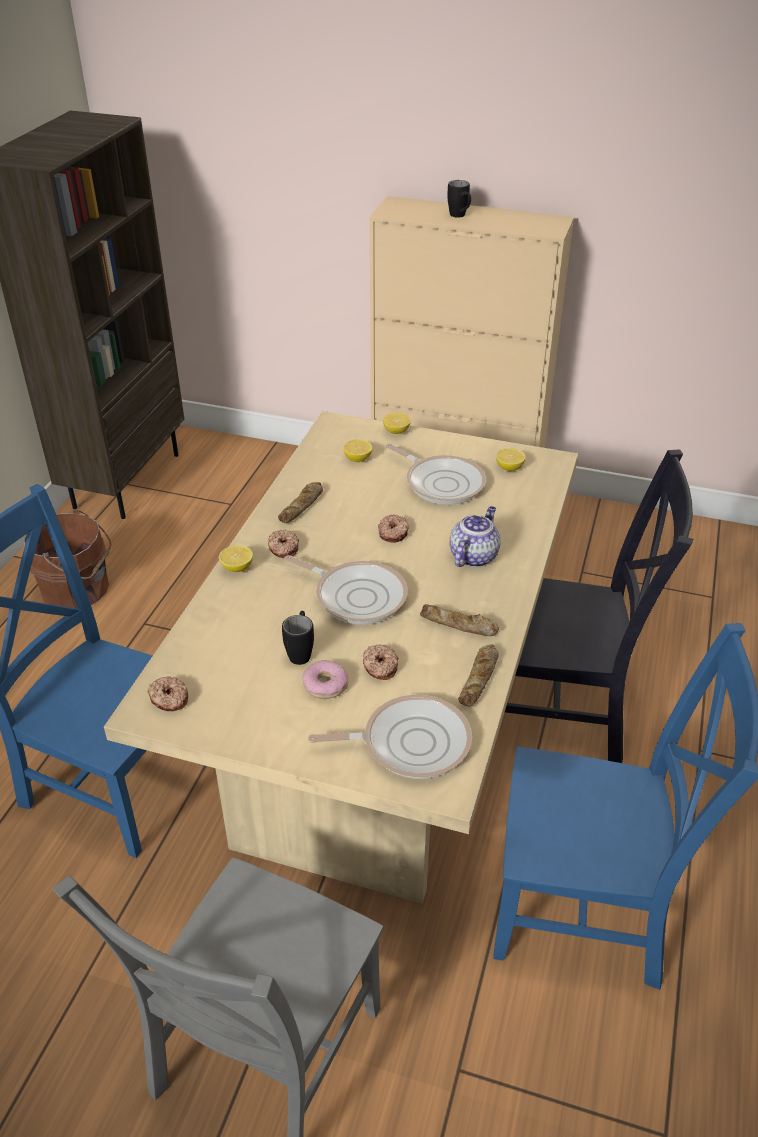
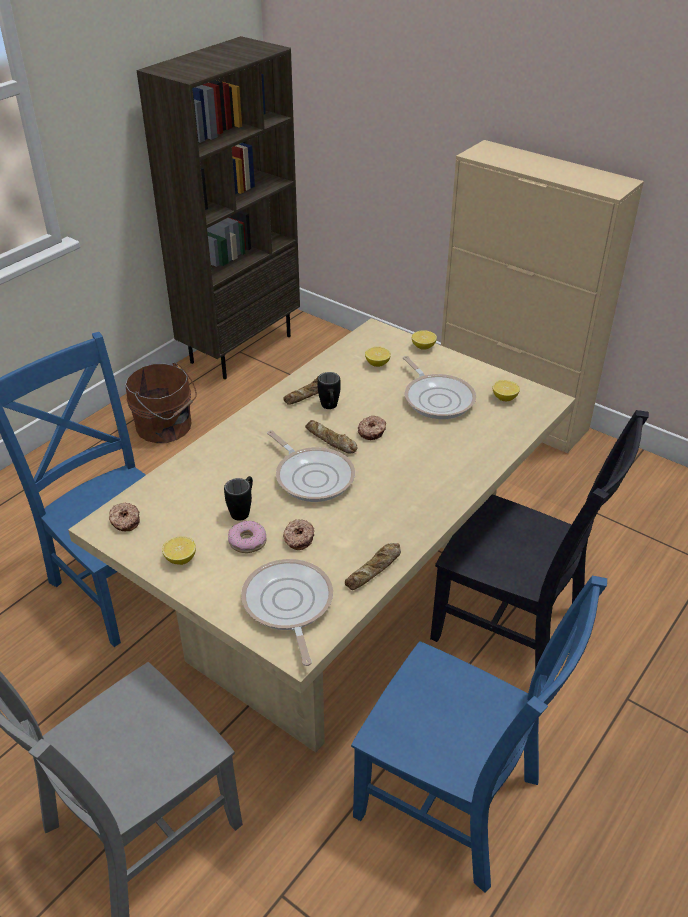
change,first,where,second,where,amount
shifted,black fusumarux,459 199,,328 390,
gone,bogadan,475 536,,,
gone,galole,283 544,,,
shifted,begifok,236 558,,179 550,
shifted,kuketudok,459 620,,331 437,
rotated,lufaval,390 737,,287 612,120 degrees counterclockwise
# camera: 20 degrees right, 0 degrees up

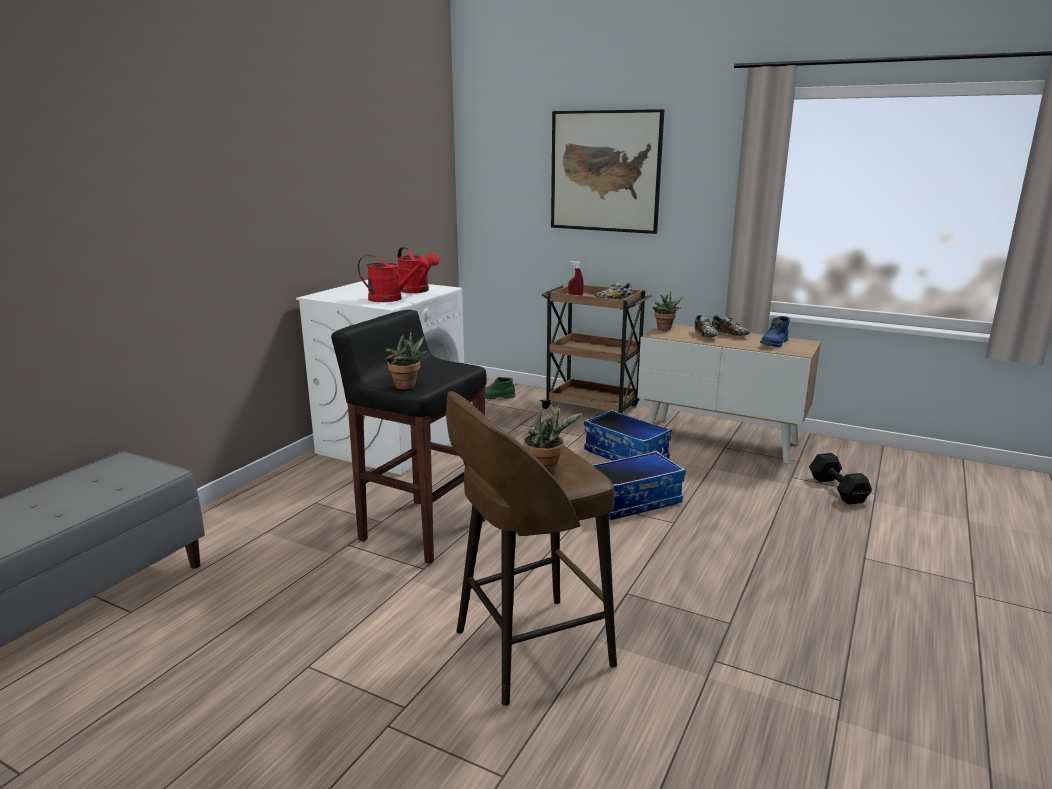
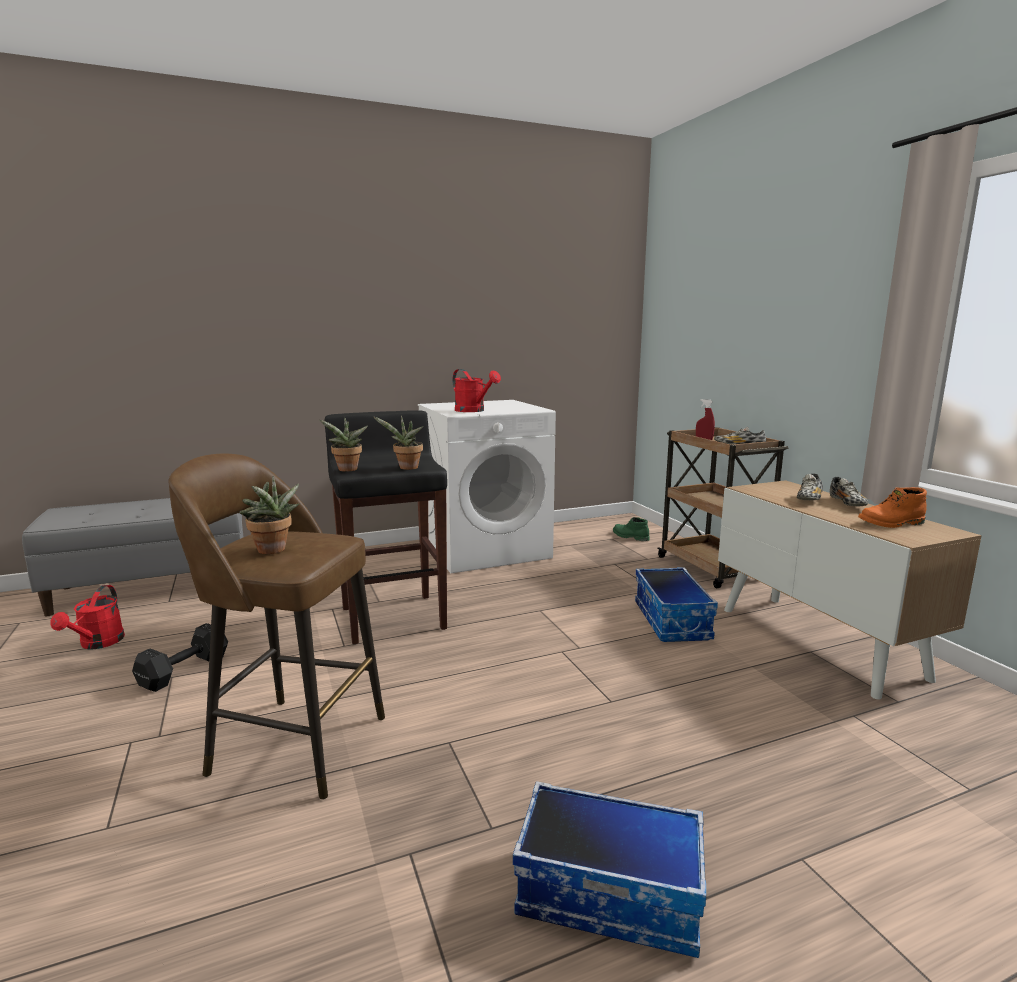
change,first,where,second,where,amount
gone,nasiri,607 171,,,
shifted,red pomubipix,418 270,,87 617,
shifted,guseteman,668 311,,398 442,
repainted,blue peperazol,775 331,orange peperazol,892 507,
shifted,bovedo,639 485,,609 869,
shifted,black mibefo,840 478,,180 657,
# camera: 40 degrees right, 5 degrees down

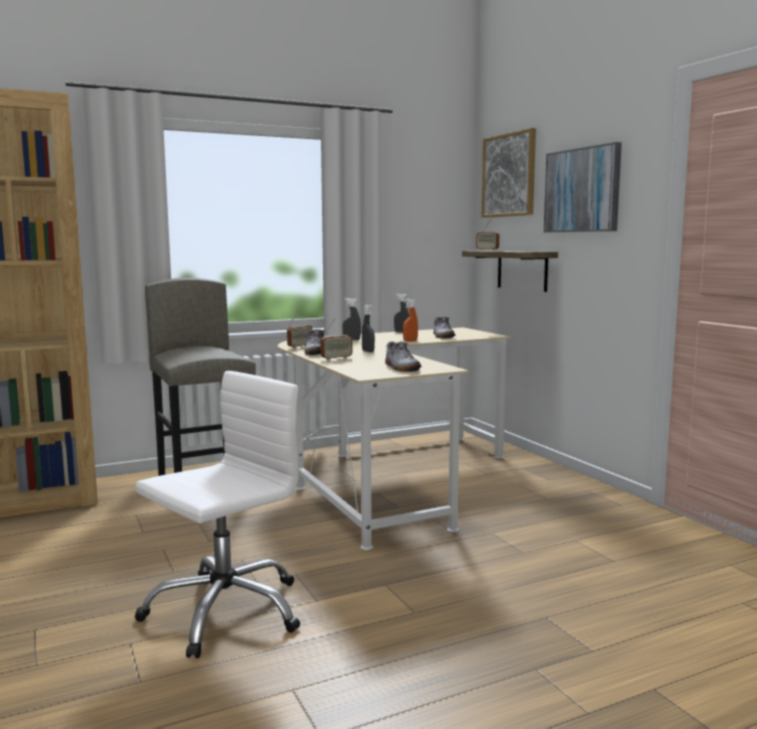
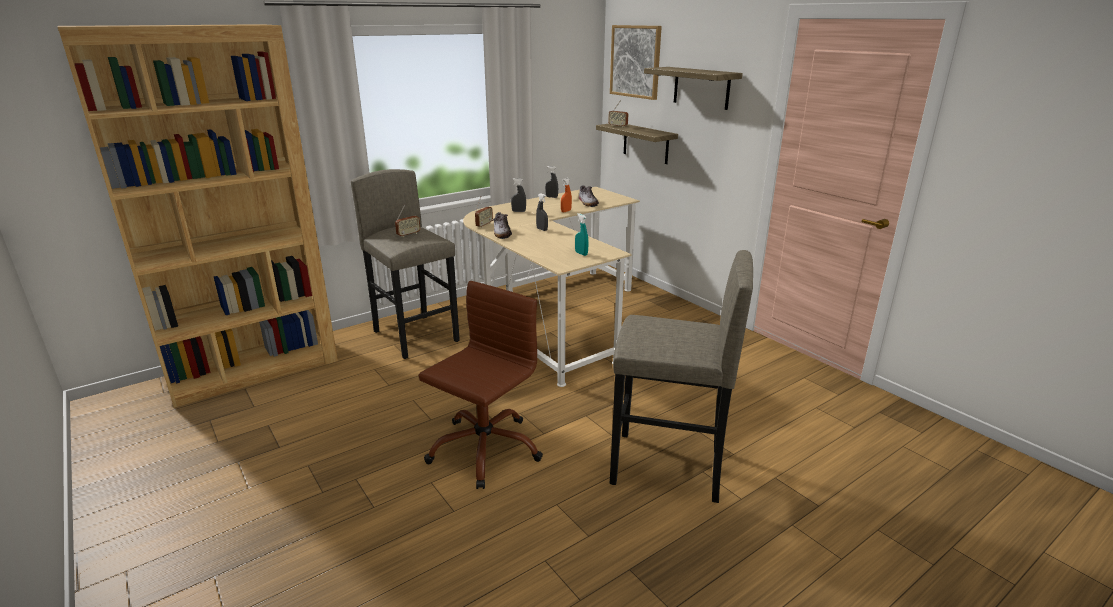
change,first,where,second,where,amount
swapped,nasiri,583 187,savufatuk,693 88,
shifted,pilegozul,336 339,,408 220,
swapped,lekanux,403 356,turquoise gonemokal,581 234,
repainted,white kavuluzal,217 514,brown kavuluzal,481 385,
new,,,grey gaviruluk,681 376,
# camera: 10 degrees left, 15 degrees up

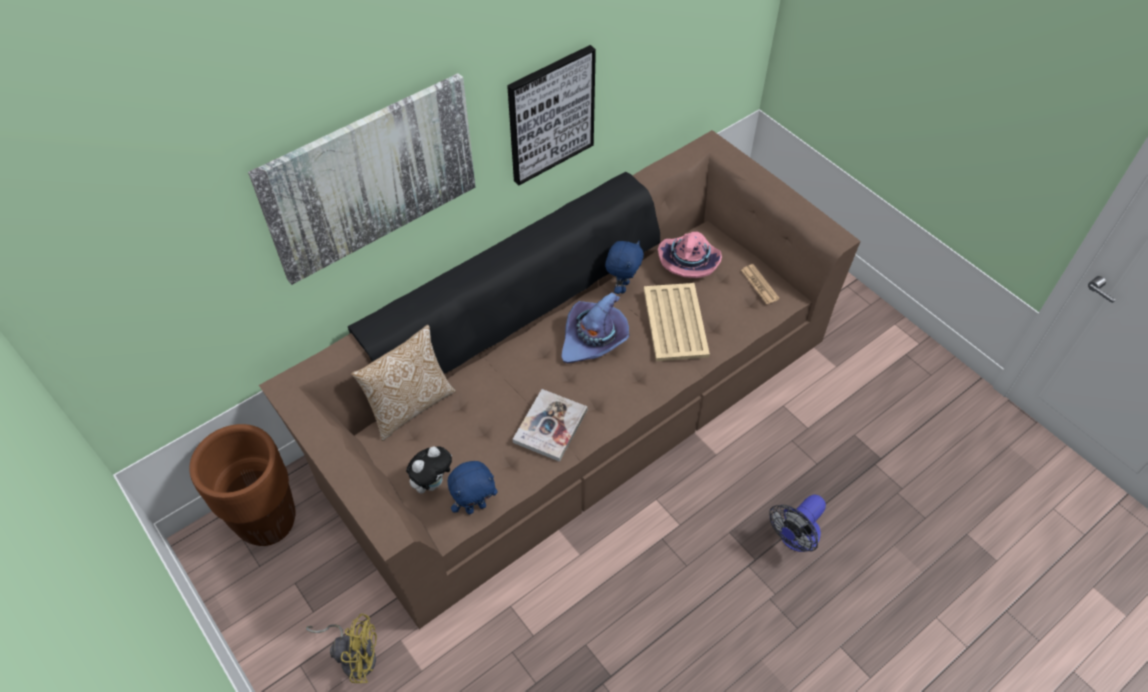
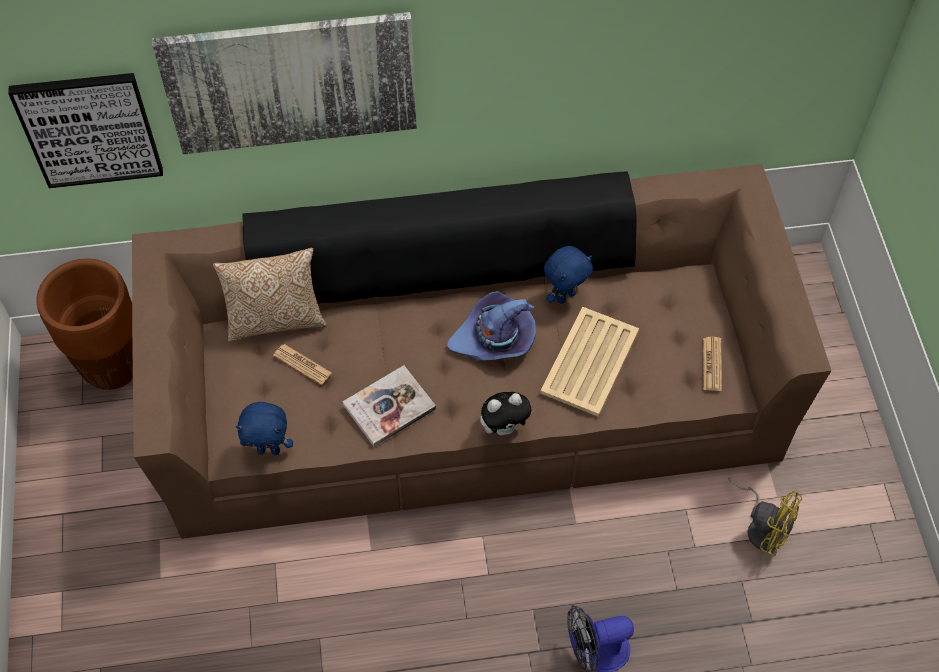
change,first,where,second,where,amount
shifted,nasiri,551 115,,85 130,
gone,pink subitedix,690 255,,,
shifted,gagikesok,429 469,,507 413,
shifted,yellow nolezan,341 648,,765 517,
new,,,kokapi,302 364,
# camera: 30 degrees right, 5 degrees up

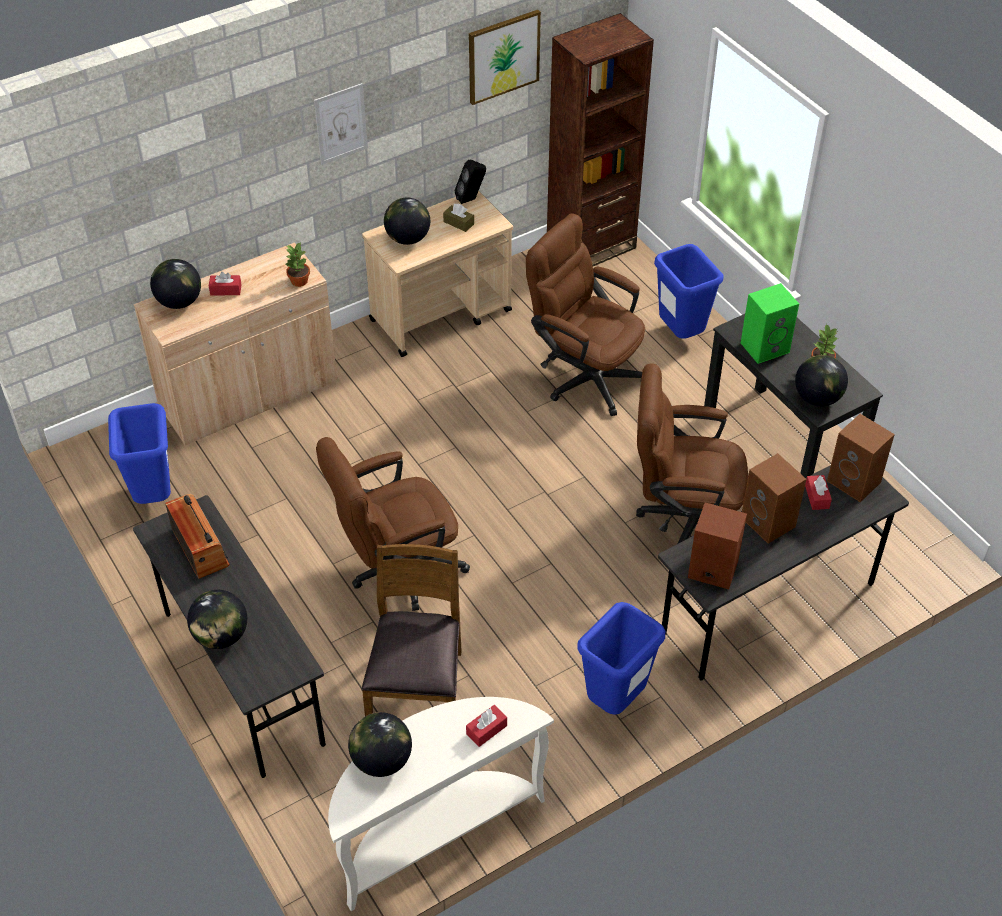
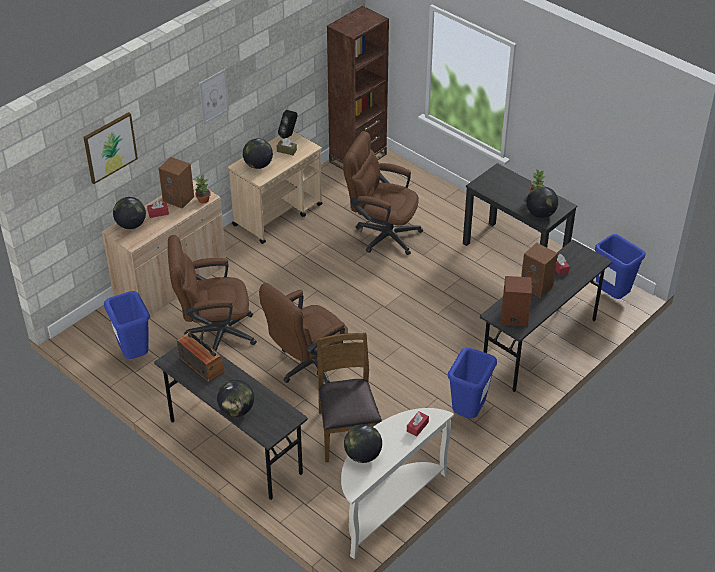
change,first,where,second,where,amount
shifted,nasiri,505 57,,110 148,
shifted,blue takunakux,689 291,,620 266,
gone,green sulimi,770 323,,,
shifted,brown kavuluzal,692 453,,212 292,
shifted,brown sulimi,861 458,,176 183,
# camera: 15 degrees left, 5 degrees down

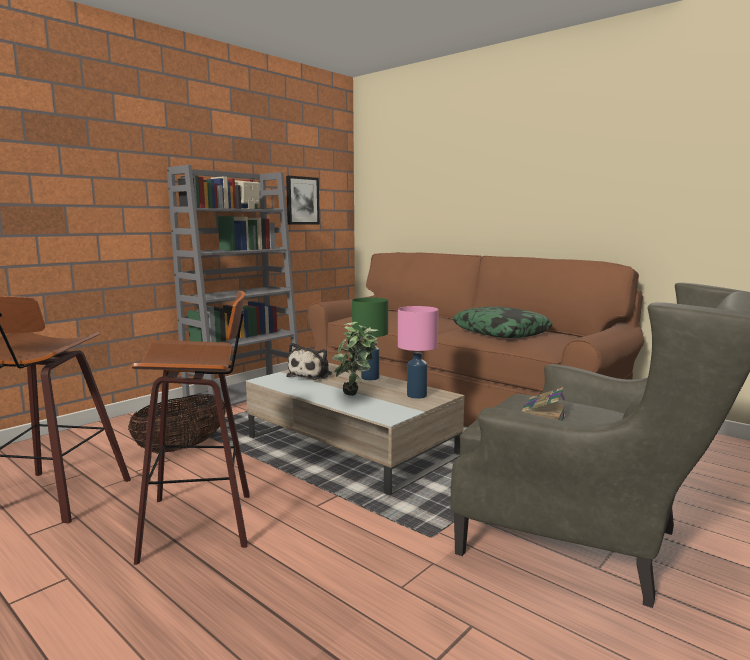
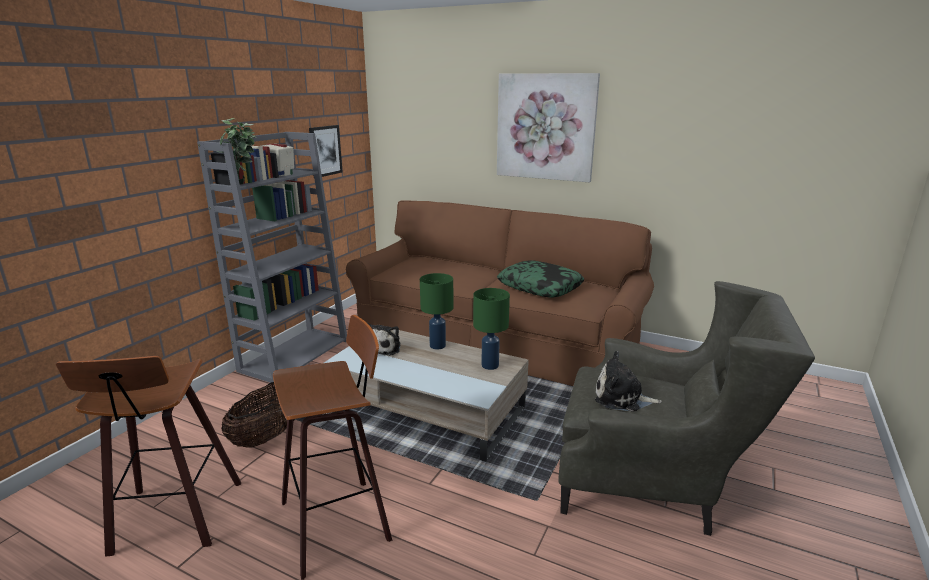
change,first,where,second,where,amount
repainted,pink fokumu,418 352,green fokumu,491 329,
shifted,guseteman,355 359,,236 151,
swapped,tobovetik,544 404,gagikesok,628 381,
new,,,nasiri,548 127,
# camera: 15 degrees left, 10 degrees up

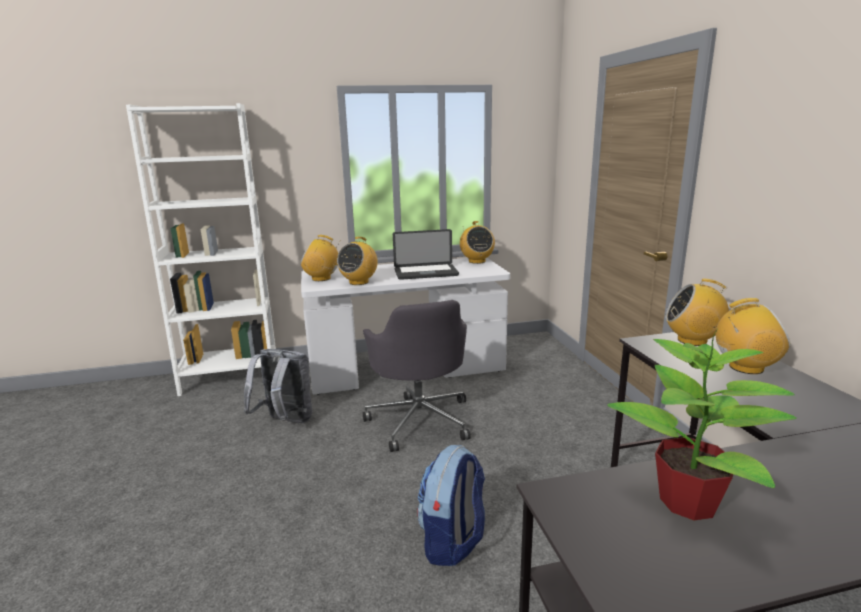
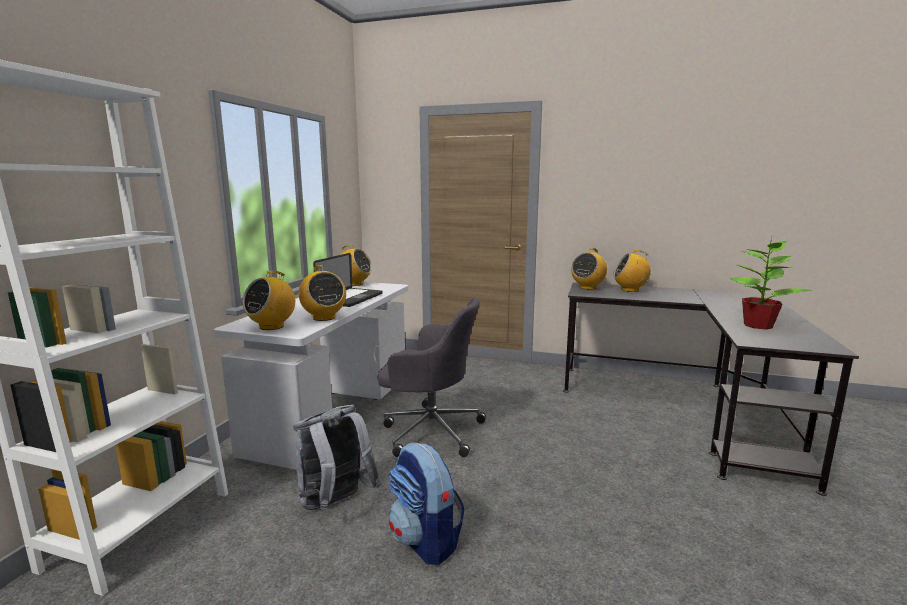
change,first,where,second,where,amount
rotated,pilegozul,753 336,,632 271,120 degrees counterclockwise
shifted,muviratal,451 505,,427 504,
# camera: 60 degrees left, 5 degrees down

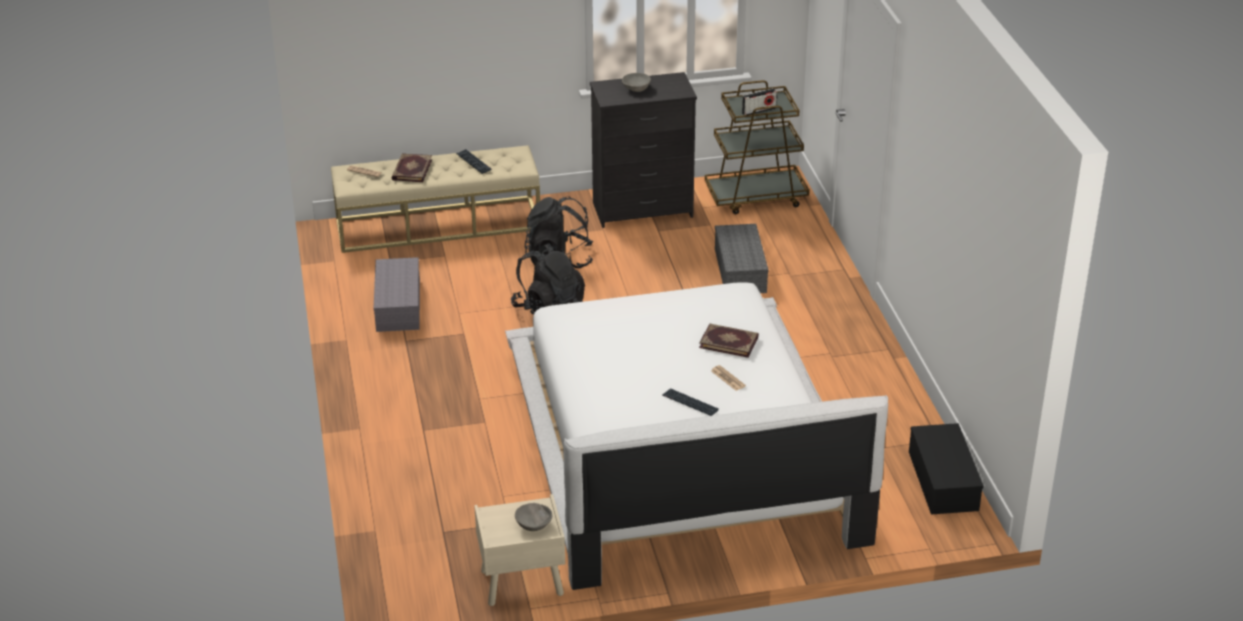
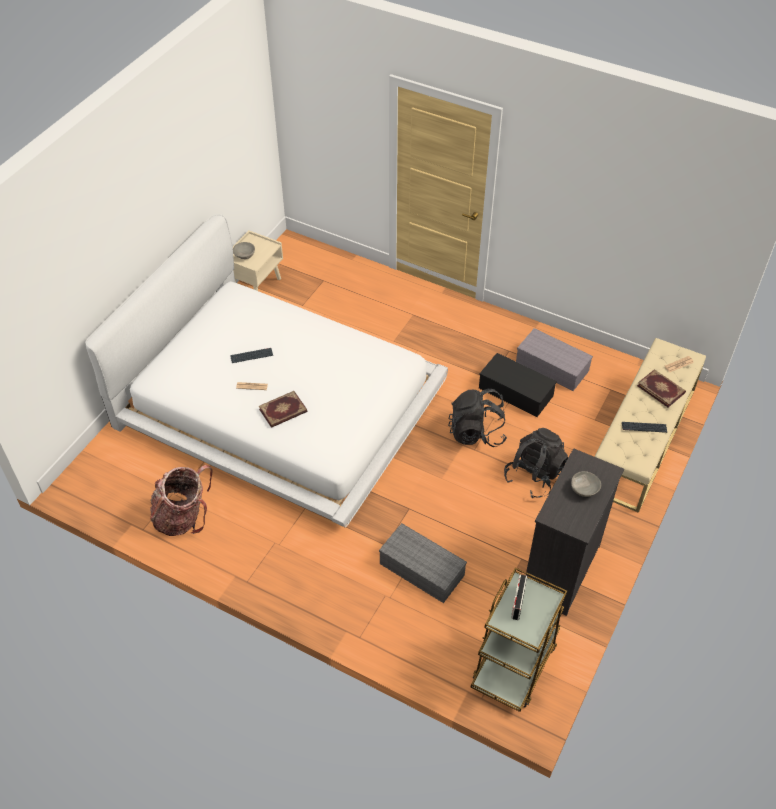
change,first,where,second,where,amount
shifted,black bovedo,946 468,,518 385,
new,,,muviratal,181 500,
# camera: 130 degrees right, 15 degrees up

